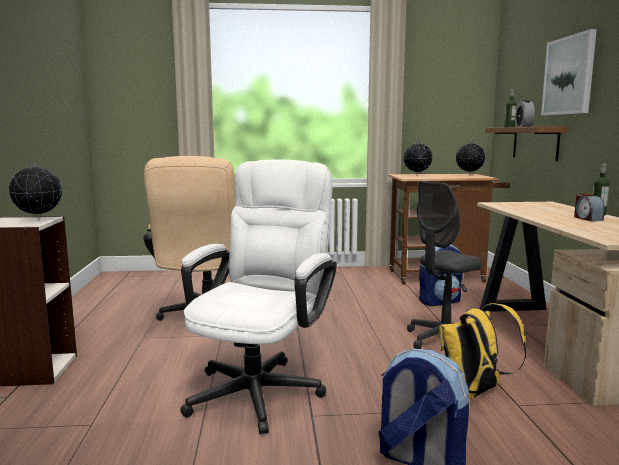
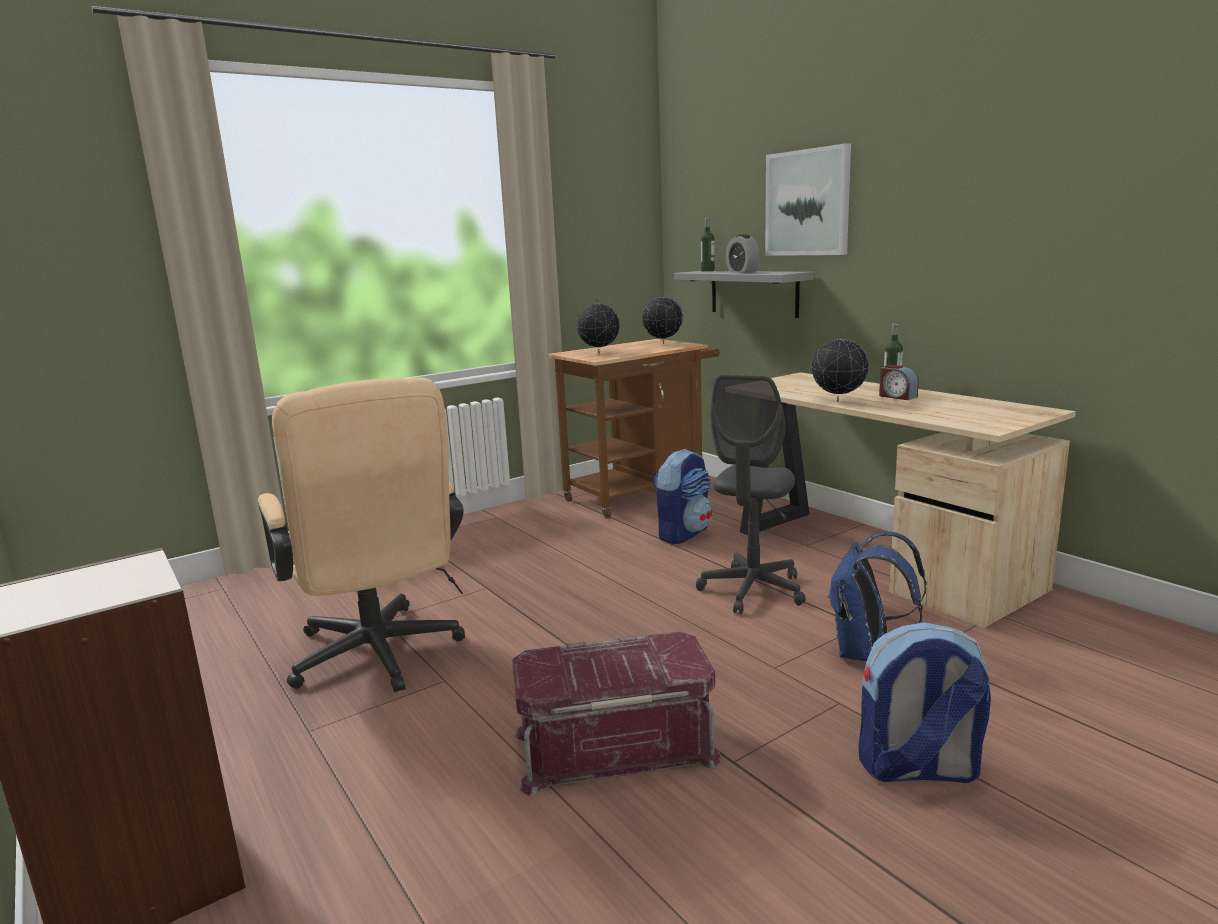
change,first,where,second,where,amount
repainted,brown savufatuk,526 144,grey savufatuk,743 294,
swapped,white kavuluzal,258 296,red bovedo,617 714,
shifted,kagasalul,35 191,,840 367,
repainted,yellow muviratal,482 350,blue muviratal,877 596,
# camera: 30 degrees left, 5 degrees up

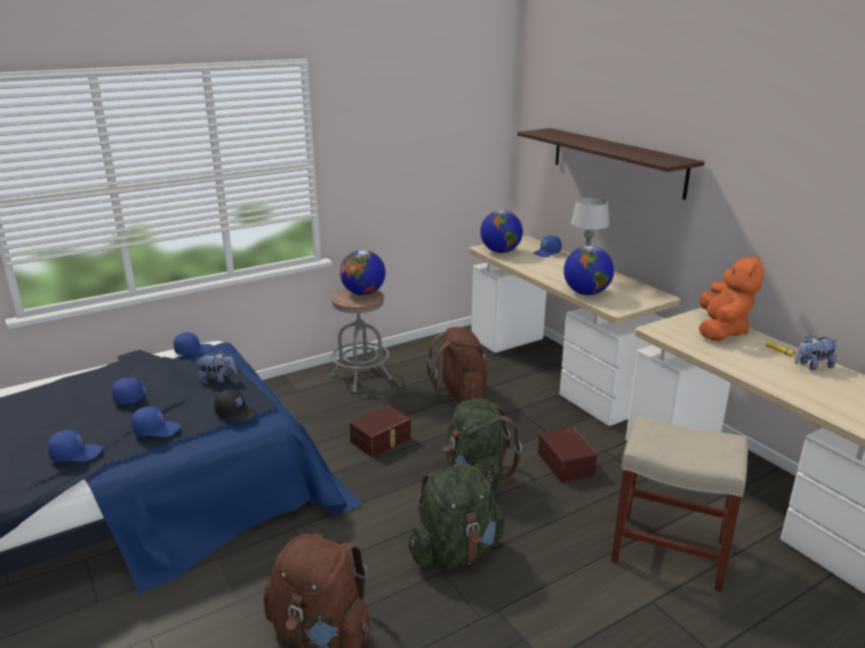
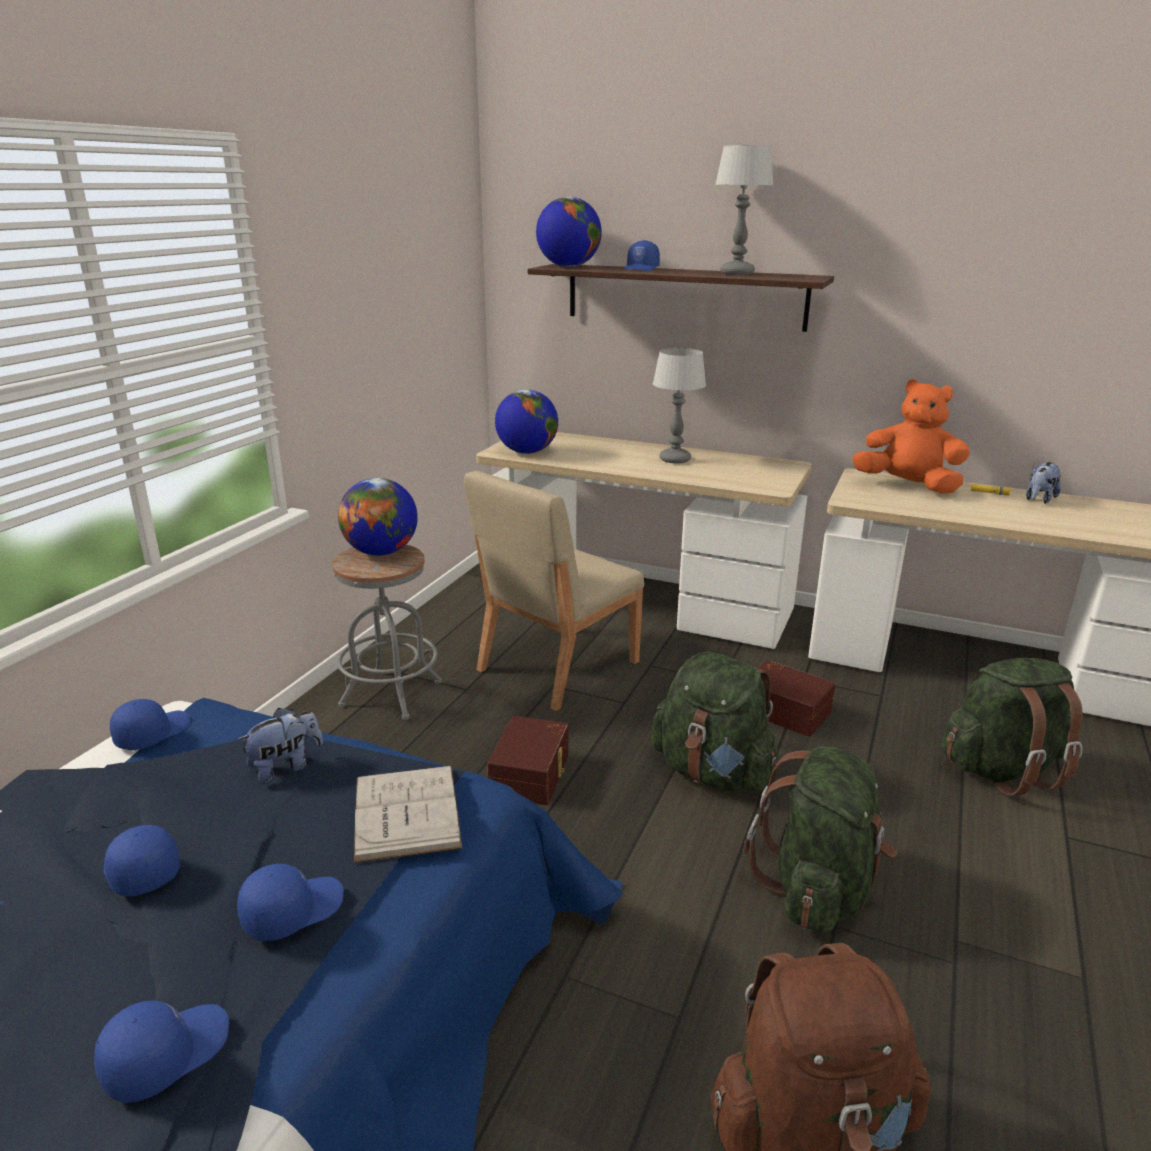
change,first,where,second,where,amount
shifted,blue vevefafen,547 246,,641 255,
shifted,kagasalul,589 270,,569 232,
rotated,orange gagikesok,731 298,,911 436,45 degrees counterclockwise
swapped,brown muviratal,458 364,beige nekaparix,554 591,
swapped,black vevefafen,235 406,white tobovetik,408 814,
swapped,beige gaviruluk,679 503,green muviratal,1012 727,
new,,,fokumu,744 210,
# camera: 35 degrees left, 0 degrees up

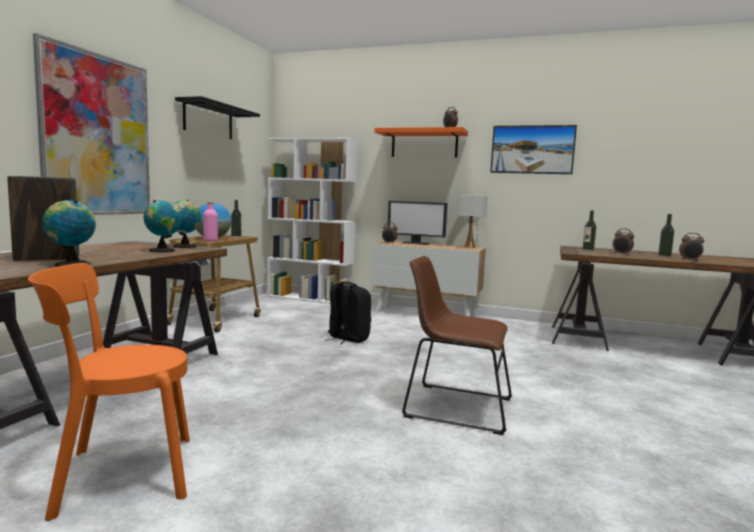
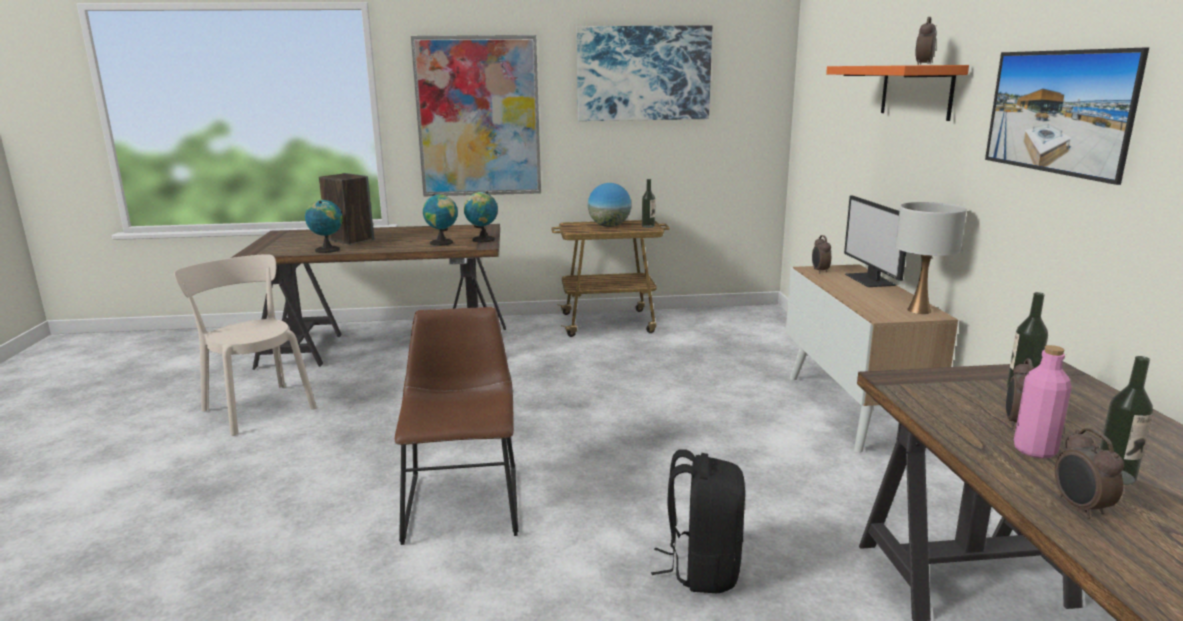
change,first,where,second,where,amount
swapped,black savufatuk,217 117,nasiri,644 73,
gone,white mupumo,312 220,,,
shifted,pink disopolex,210 221,,1043 402,
repainted,orange nekaparix,109 392,beige nekaparix,245 345,
shifted,black muviratal,348 313,,698 521,
# camera: 65 degrees right, 10 degrees up

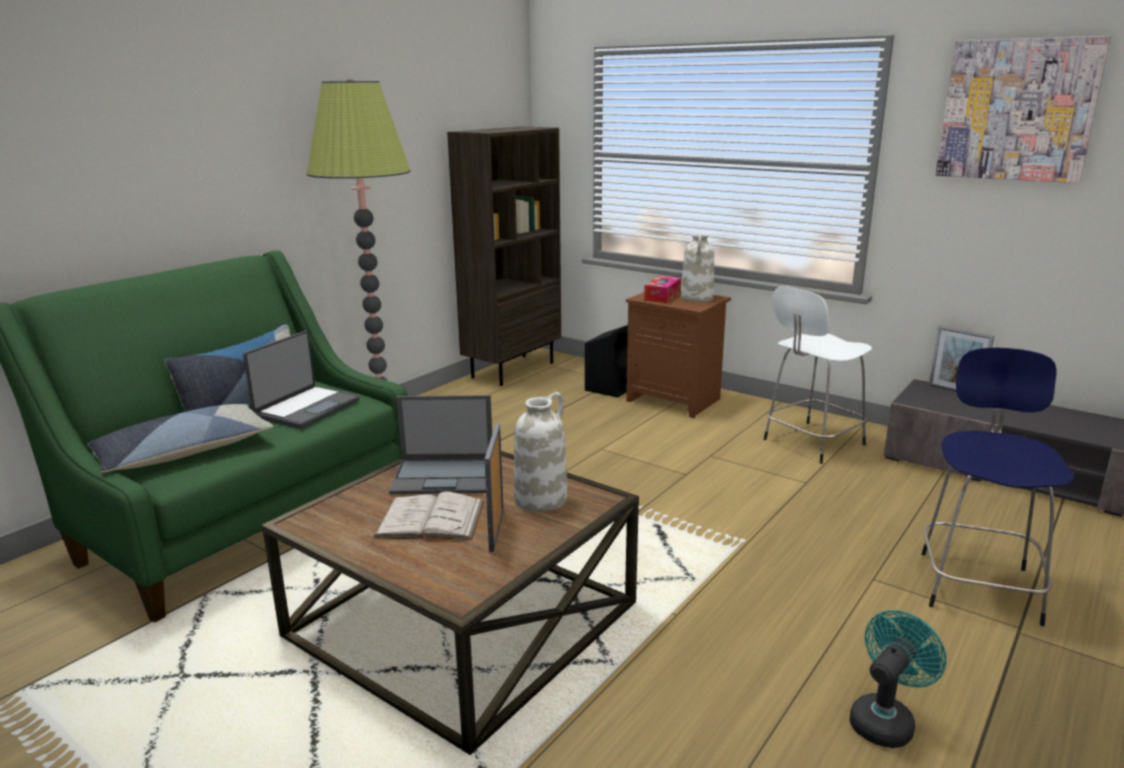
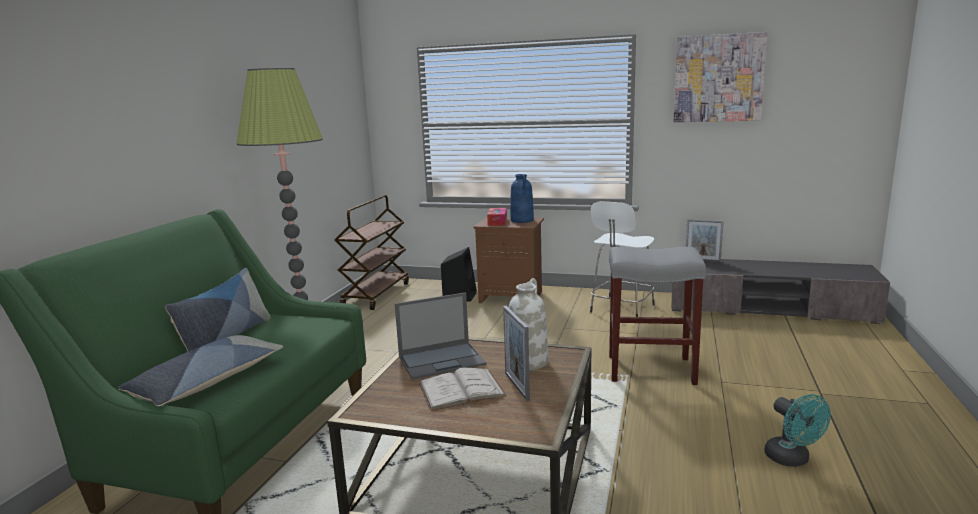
change,first,where,second,where,amount
swapped,brown mupumo,504 256,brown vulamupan,371 252,
repainted,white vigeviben,697 267,blue vigeviben,522 198,
gone,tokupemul,301 380,,,
gone,blue gaviruluk,998 487,,,
rotated,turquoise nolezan,898 679,,797 430,135 degrees clockwise
new,,,grey gaviruluk,657 316,
# camera: 20 degrees left, 5 degrees down

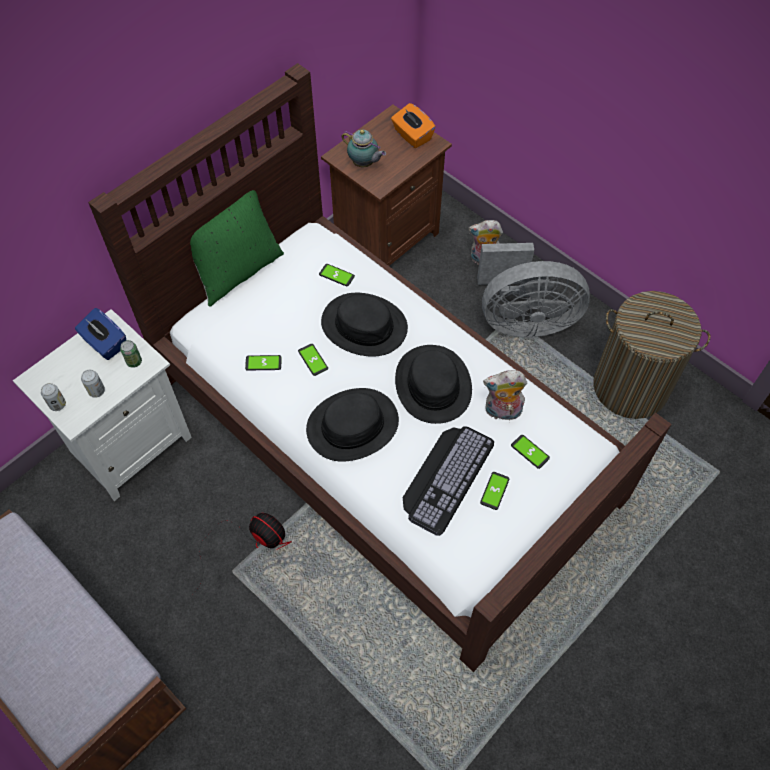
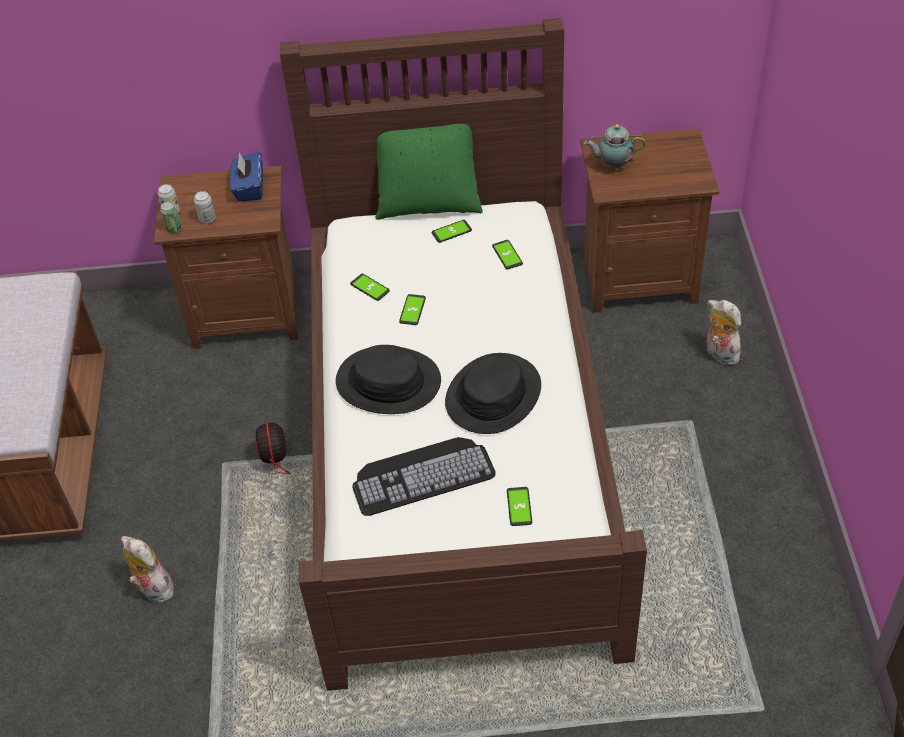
change,first,where,second,where,amount
gone,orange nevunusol,413 125,,,
rotated,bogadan,364 148,,615 146,105 degrees clockwise
gone,grey nolezan,533 290,,,
gone,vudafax,652 355,,,
gone,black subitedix,364 325,,,
repainted,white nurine,102 405,brown nurine,226 257,
shifted,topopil,131 354,,171 217,
shifted,gagikesok,505 395,,147 569,
shifted,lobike,494 491,,452 231,
# camera: 45 degrees right, 10 degrees down

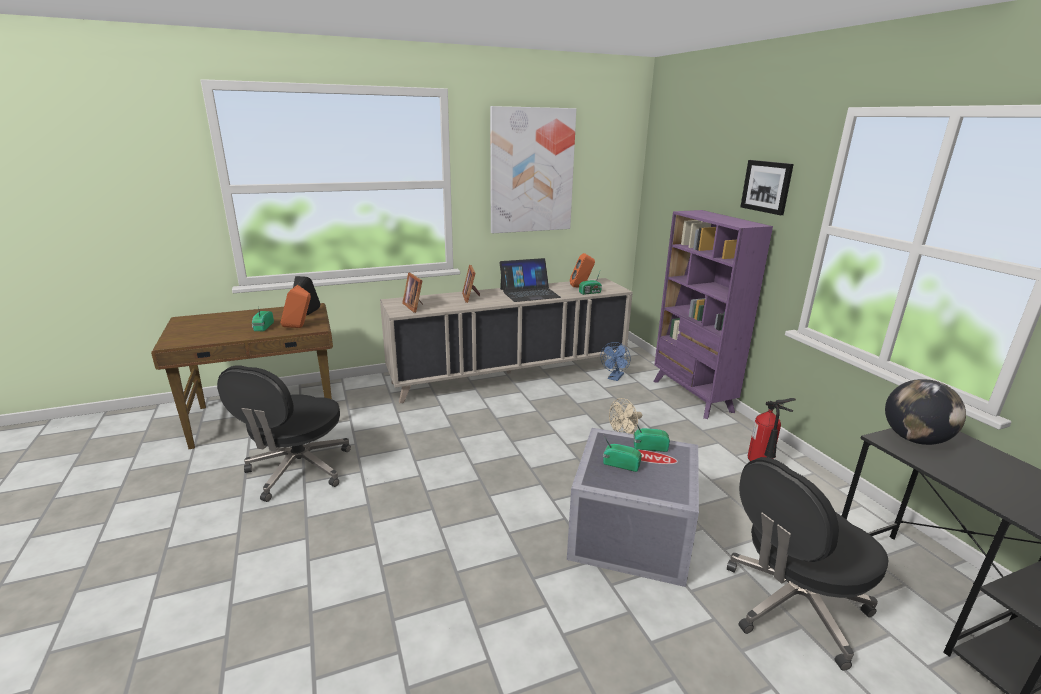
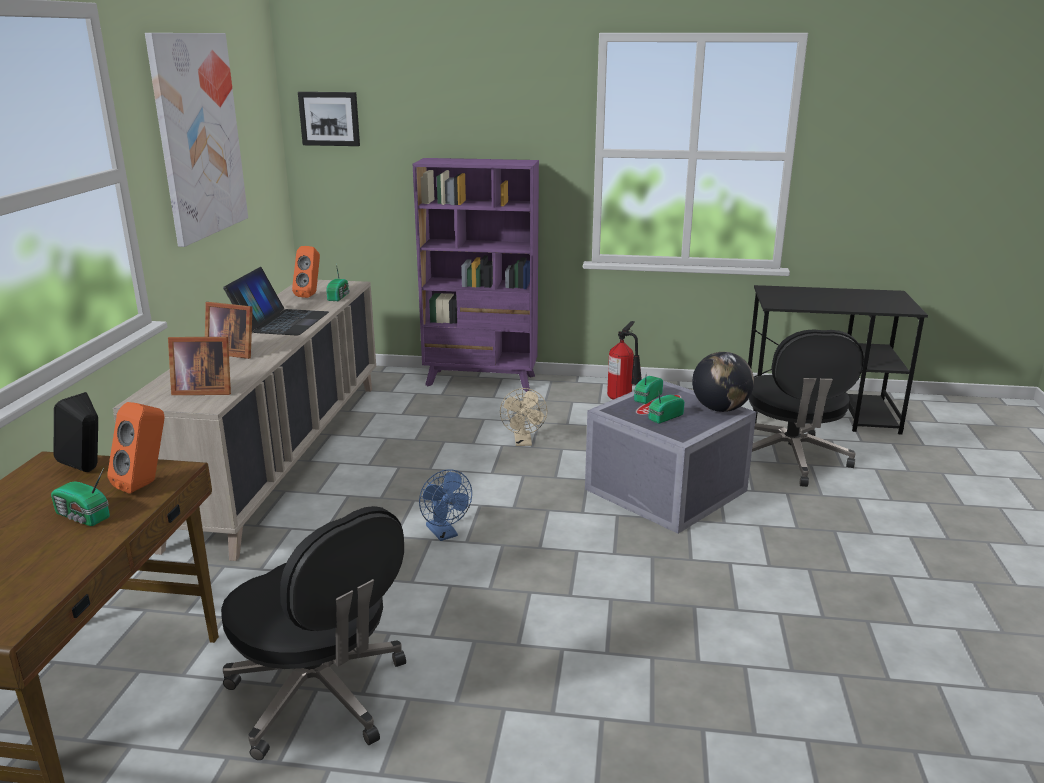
change,first,where,second,where,amount
shifted,nasiri,767 187,,329 119,
shifted,blue nolezan,616 361,,445 505,
shifted,kagasalul,925 412,,723 382,
# camera: 60 degrees left, 0 degrees up

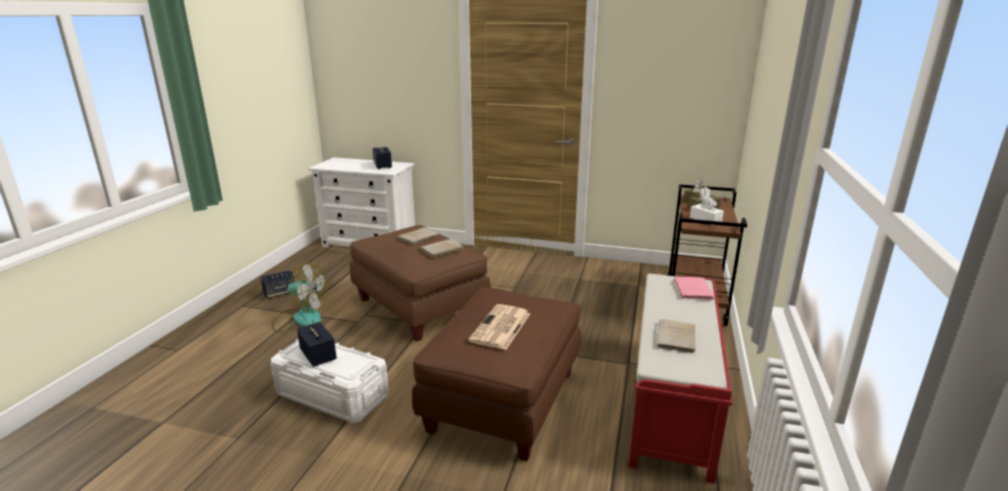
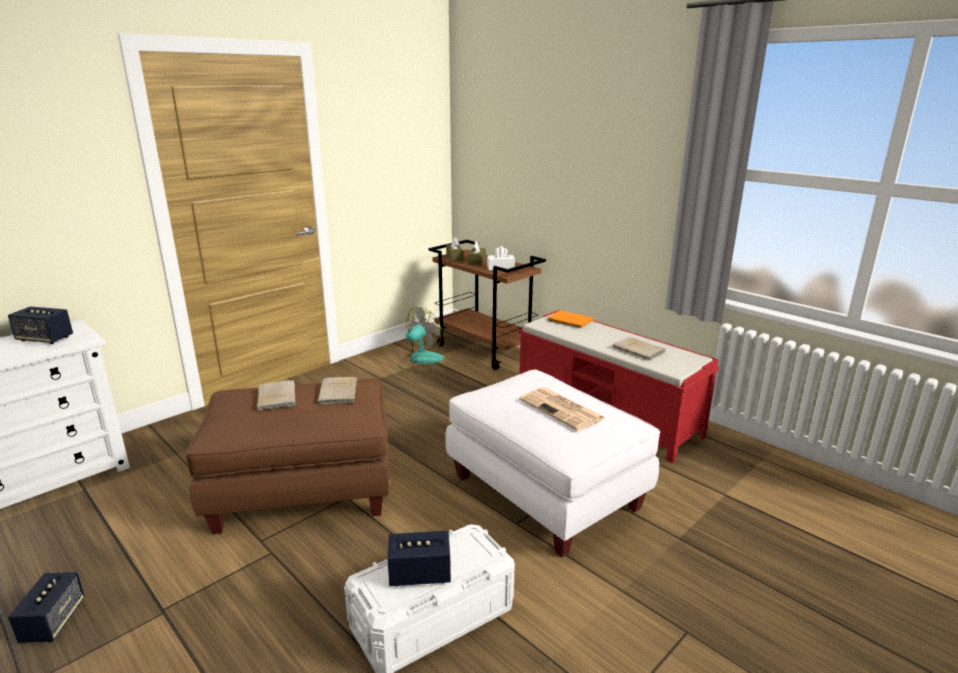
change,first,where,second,where,amount
shifted,nolezan,300 297,,421 340,
repainted,pink tobovetik,694 288,orange tobovetik,571 319,
repainted,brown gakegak,496 374,white gakegak,552 463,
# camera: 60 degrees left, 0 degrees up

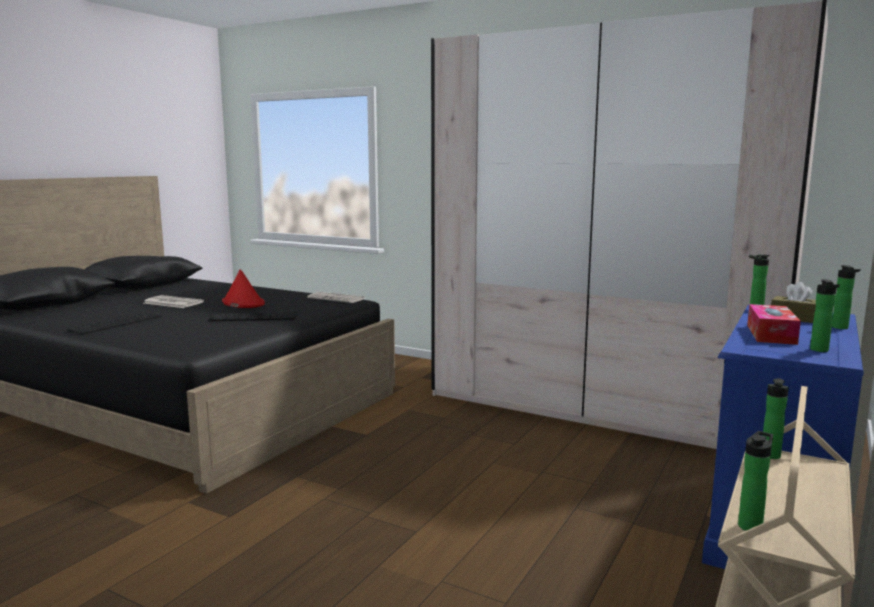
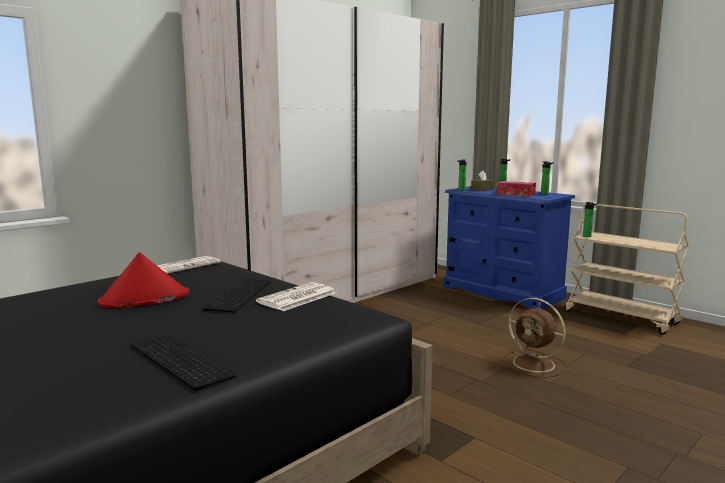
change,first,where,second,where,amount
shifted,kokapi,174 301,,296 296,
gone,disopolex,755 481,,,
new,,,brown nolezan,535 338,
# camera: 75 degrees left, 0 degrees up

